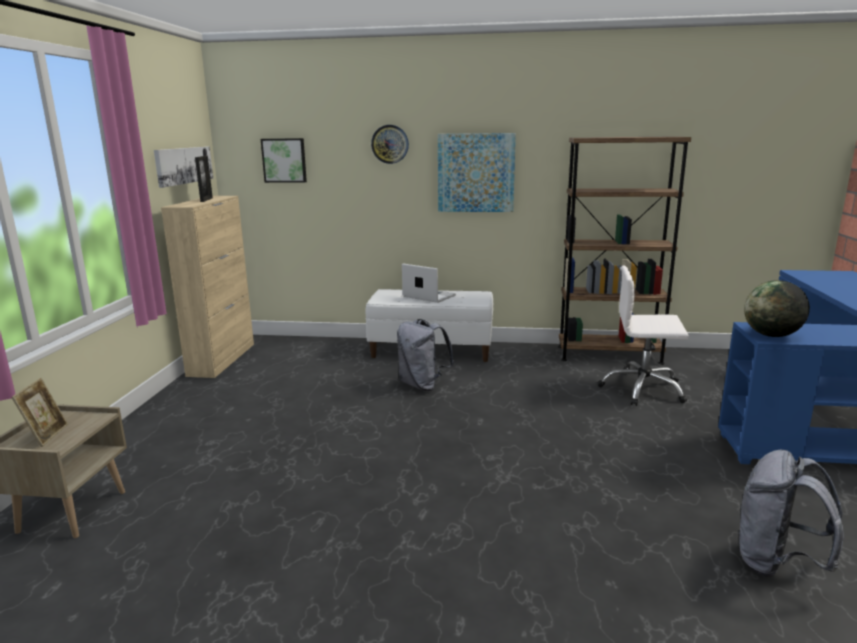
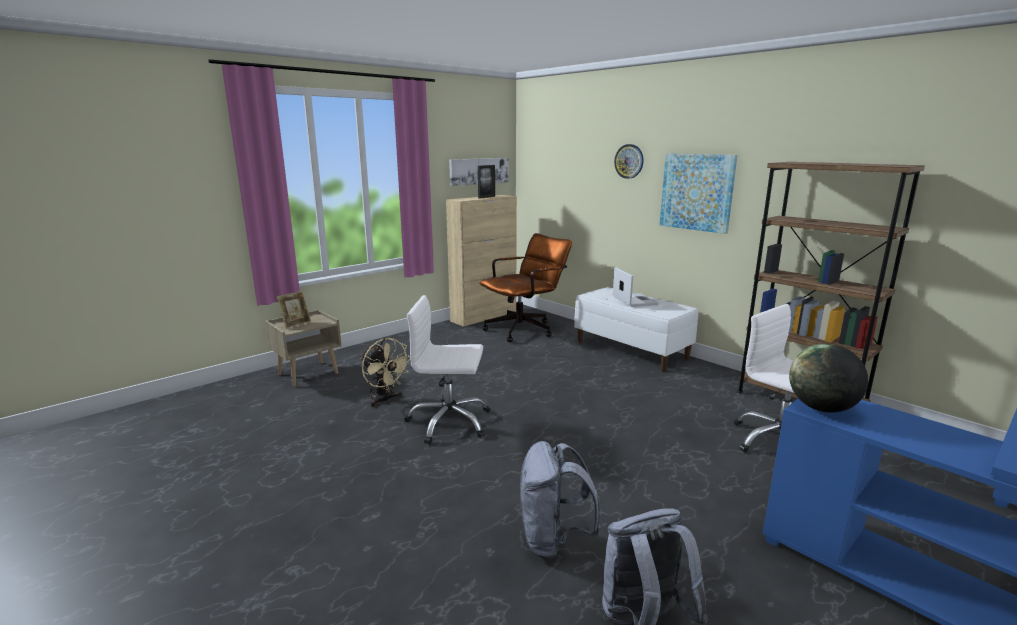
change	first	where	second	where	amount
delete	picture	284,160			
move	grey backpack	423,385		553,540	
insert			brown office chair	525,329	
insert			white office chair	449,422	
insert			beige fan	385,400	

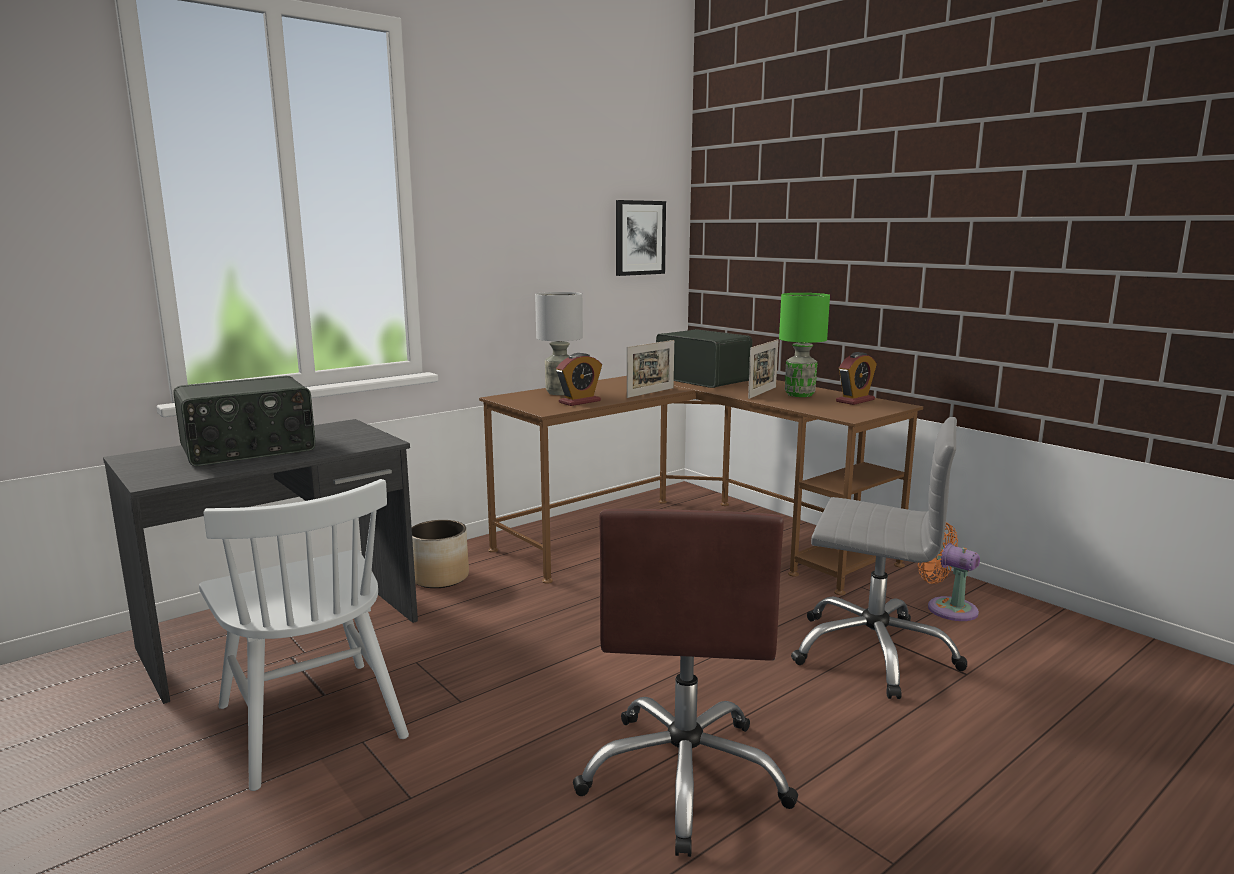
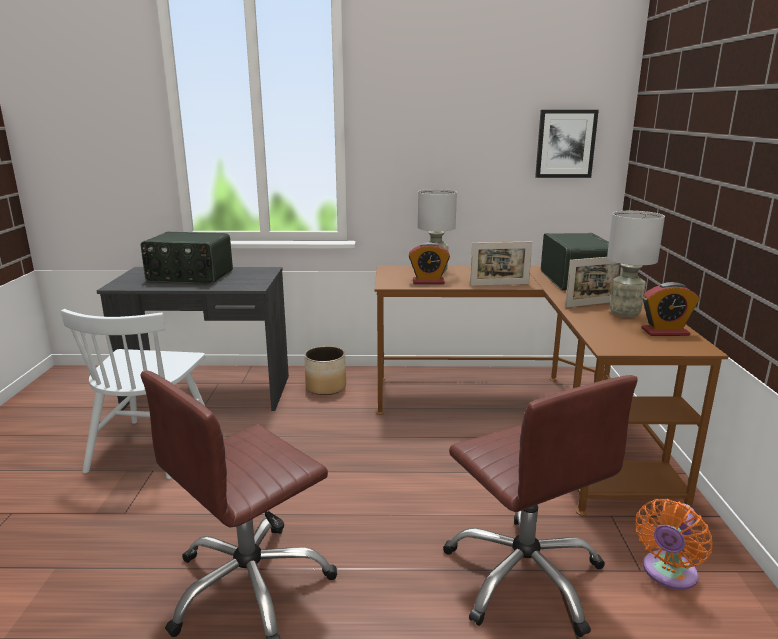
change	first	where	second	where	amount
recolor	green table lamp	799,394	grey table lamp	624,313	
recolor	grey office chair	873,652	brown office chair	524,575	
rotate	orange fan	947,608		667,574	135 degrees counterclockwise

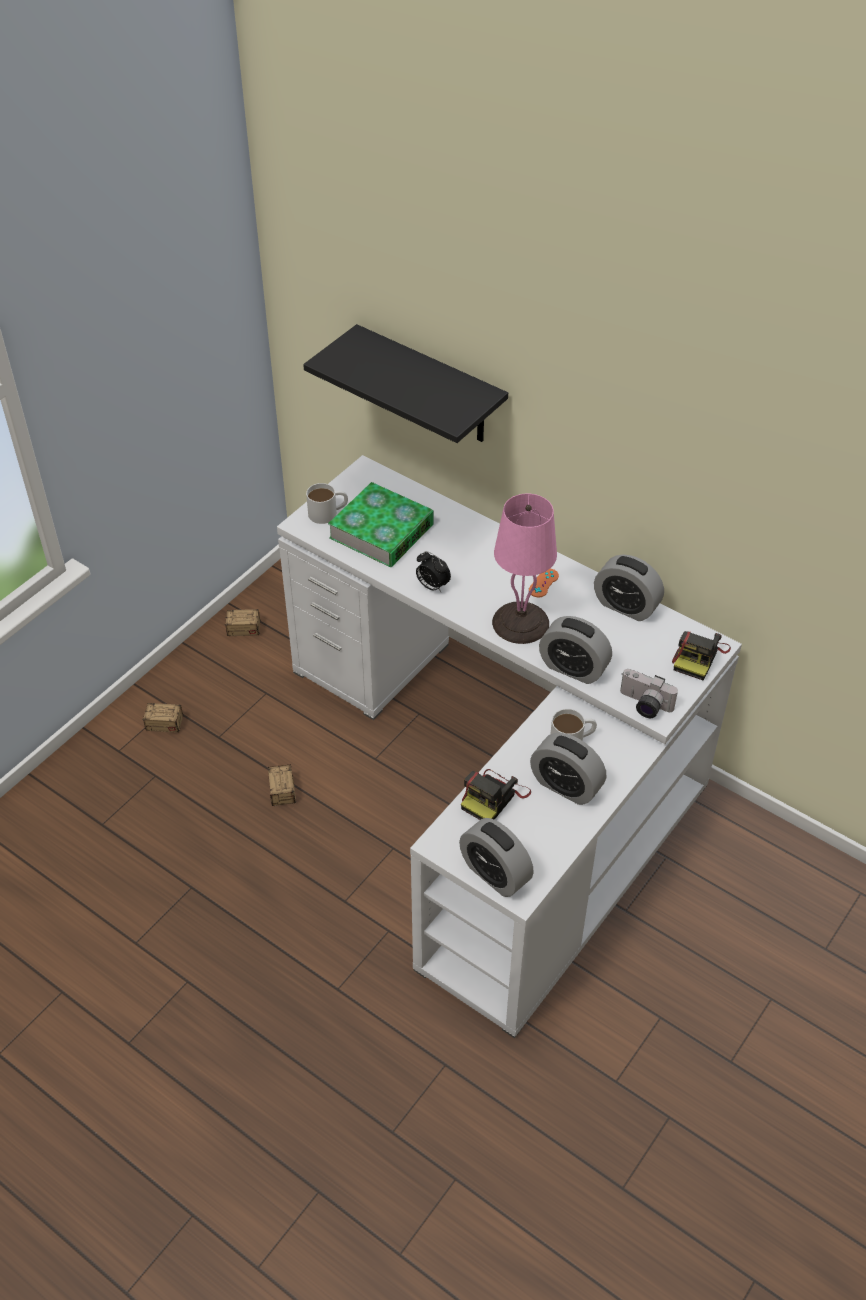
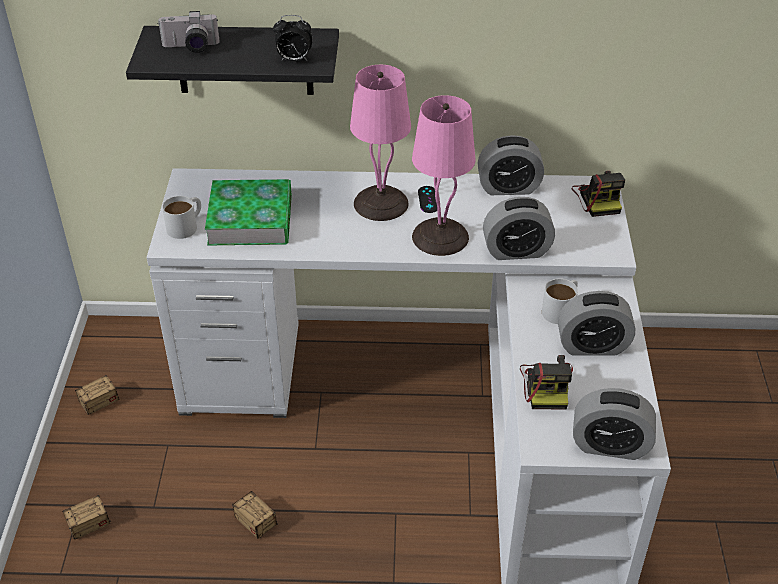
change	first	where	second	where	amount
move	alarm clock	432,586		294,60	
recolor	orange game controller	543,583	black game controller	428,199	
move	photo camera	643,705		190,47	
insert			pink table lamp	379,203	

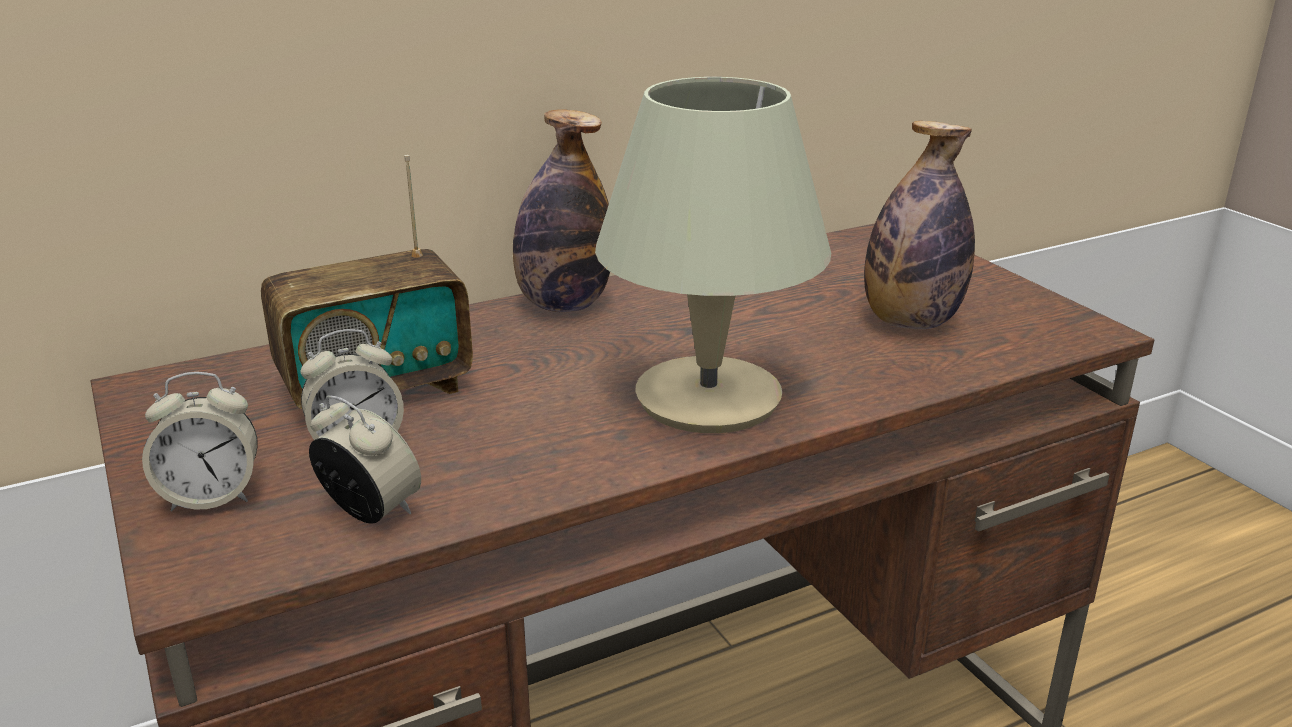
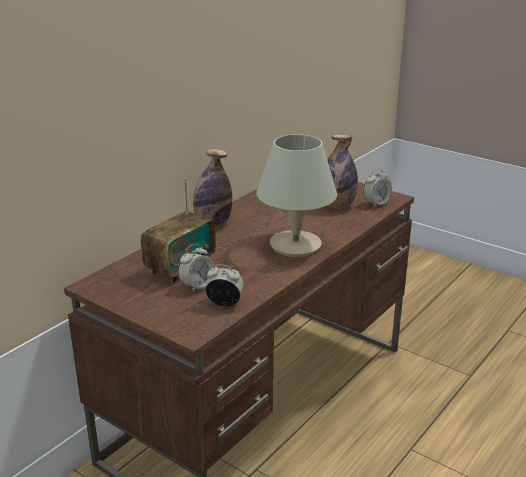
change	first	where	second	where	amount
move	alarm clock	211,496		376,203	

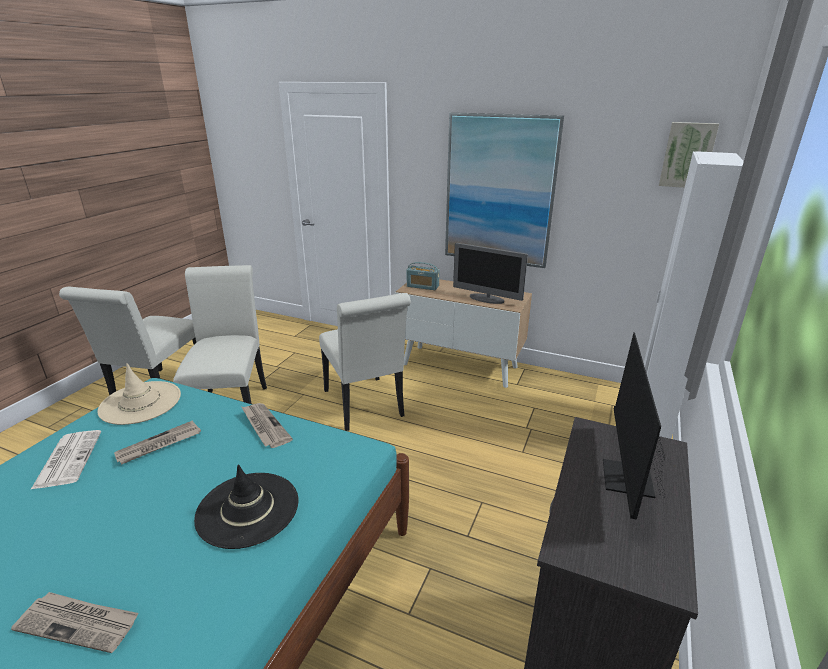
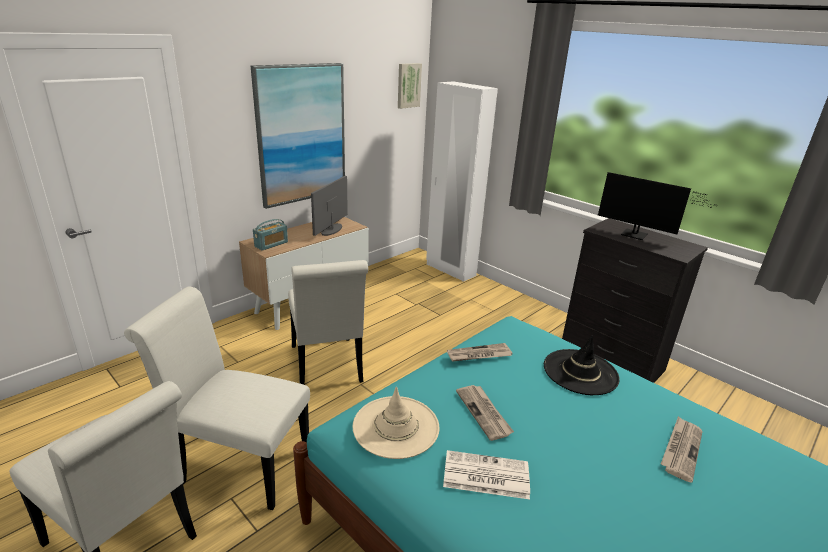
change	first	where	second	where	amount
rotate	monitor	486,299		331,230	150 degrees clockwise
rotate	white chair	365,406		327,367	75 degrees clockwise

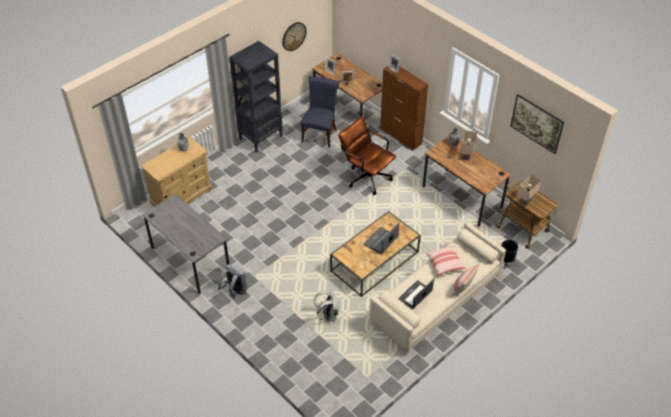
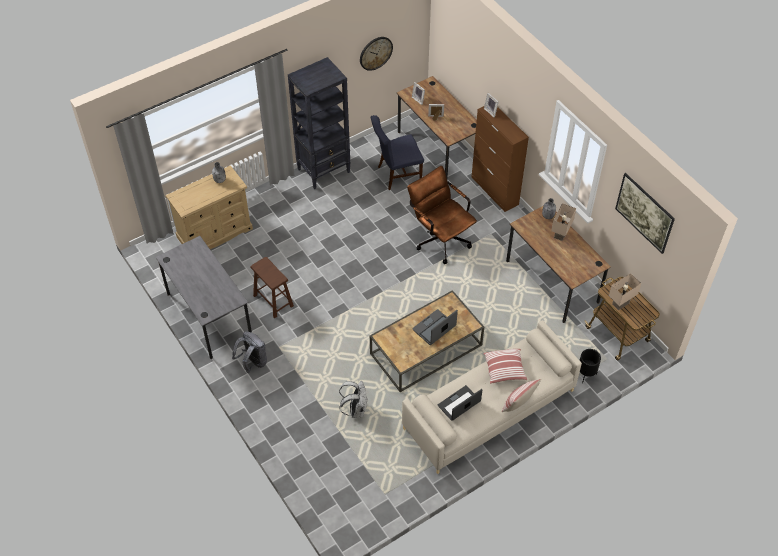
change	first	where	second	where	amount
rotate	blue chair	320,133		396,175	135 degrees counterclockwise
insert			brown stool	273,300	

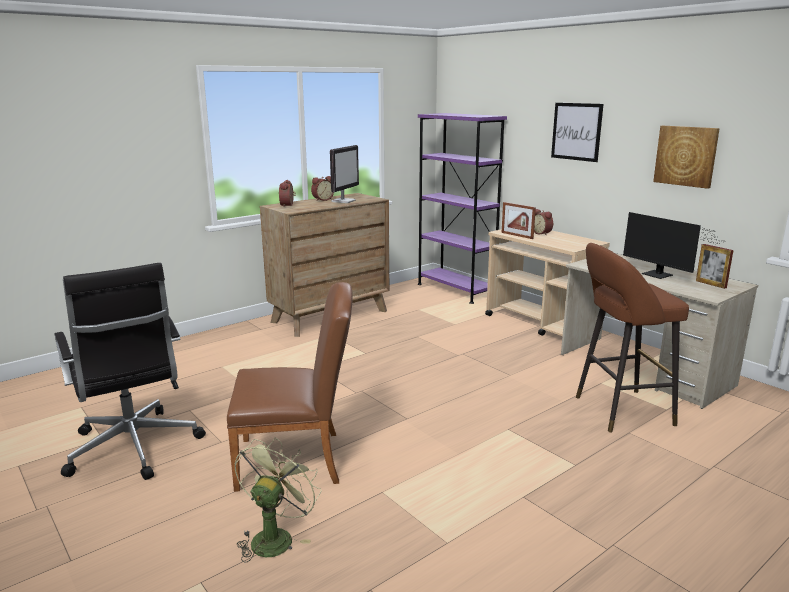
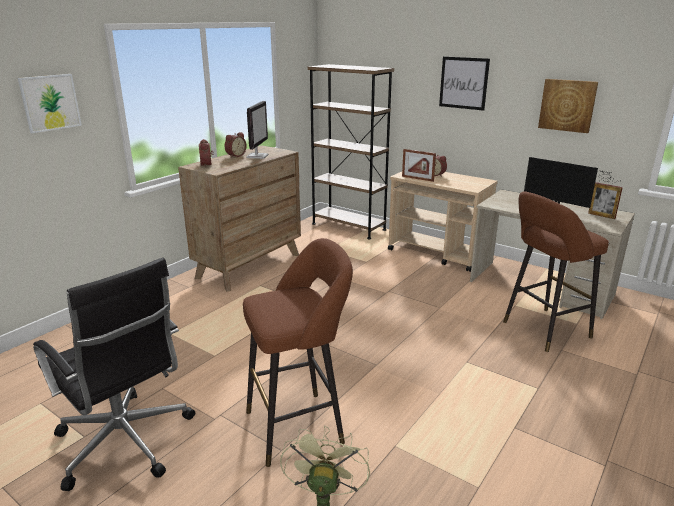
change	first	where	second	where	amount
recolor	purple bookcase	455,290	brown bookcase	348,227	
replace	brown chair	298,459	brown stool	300,425	
insert			picture	50,102	

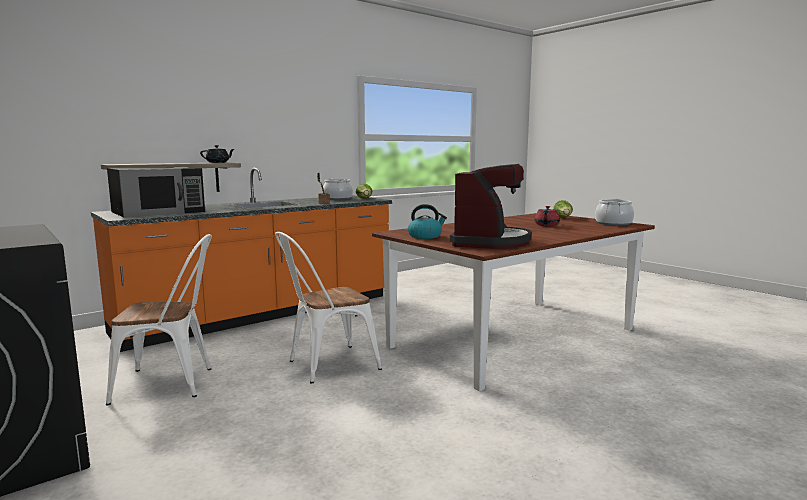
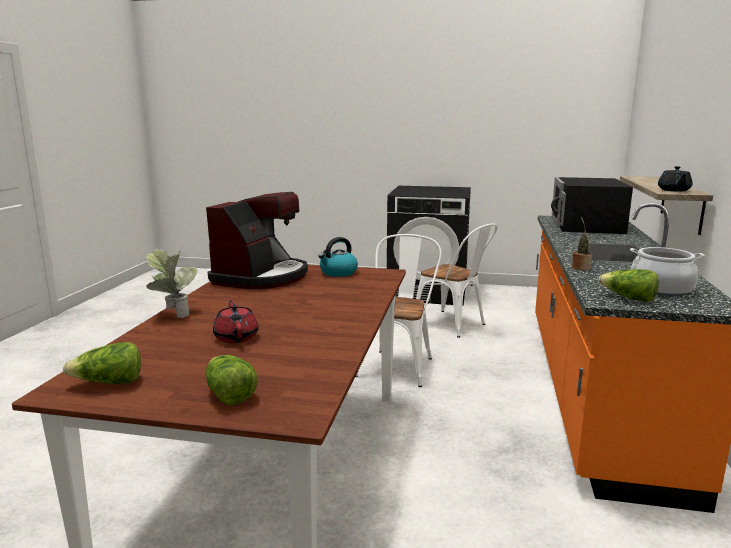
change	first	where	second	where	amount
rotate	coffee machine	490,242		261,277	135 degrees counterclockwise
replace	cooking pot	613,223	lettuce	109,383	
rotate	white chair	172,383		453,325	90 degrees counterclockwise
insert			potted plant	173,314	

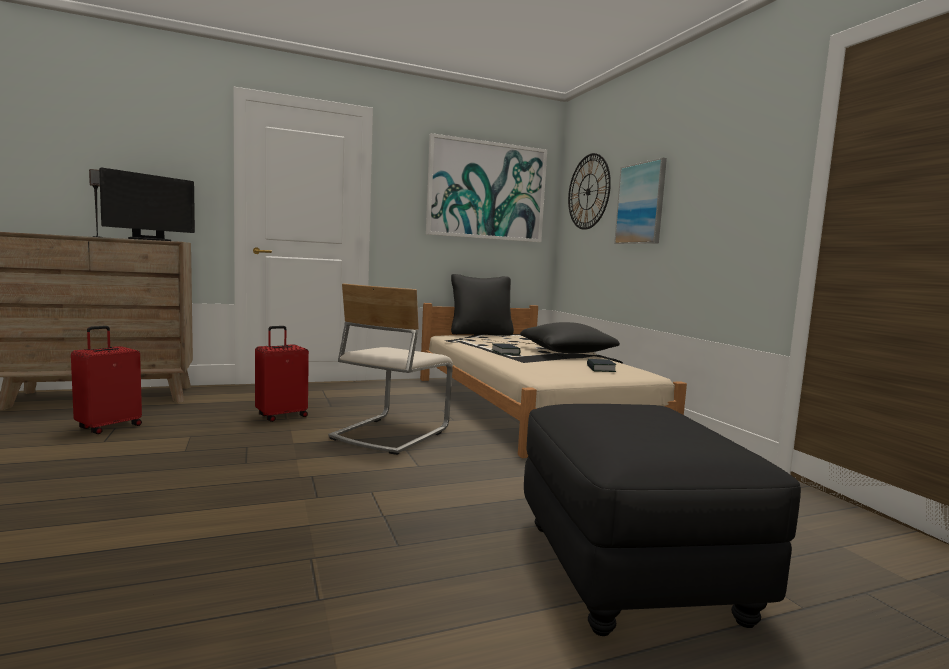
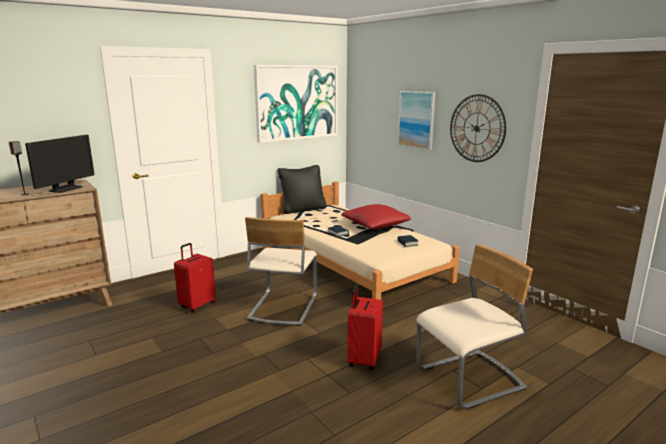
change	first	where	second	where	amount
move	wall clock	588,192		476,128	
recolor	black pillow	566,352	red pillow	375,225	
move	red suitcase	109,427		363,360	
replace	black ottoman	631,570	beige chair	470,380	

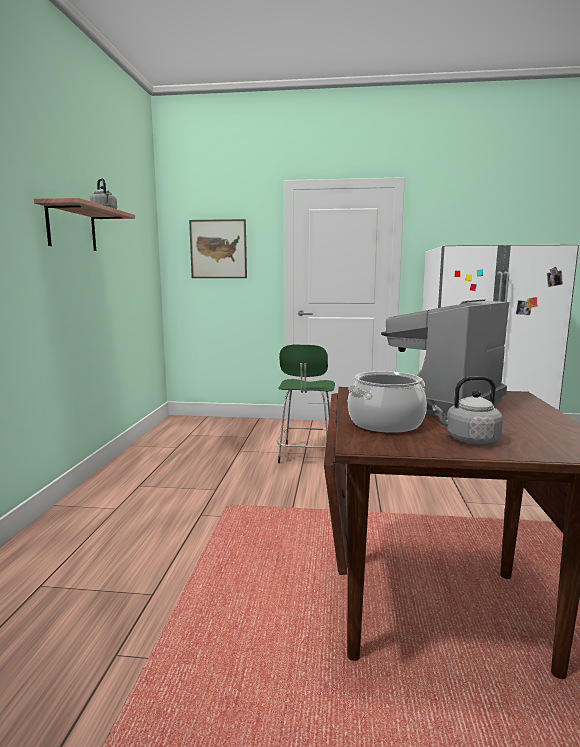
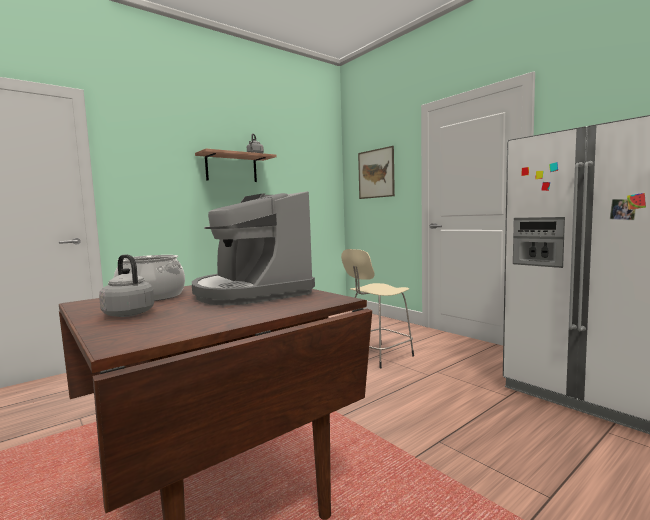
change	first	where	second	where	amount
rotate	coffee machine	437,401		250,292	120 degrees counterclockwise
recolor	green stool	306,456	beige stool	378,356	

